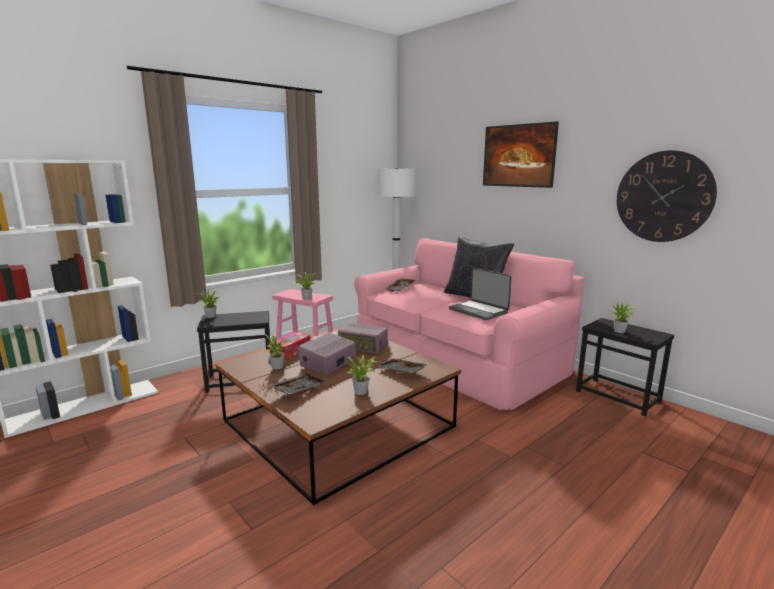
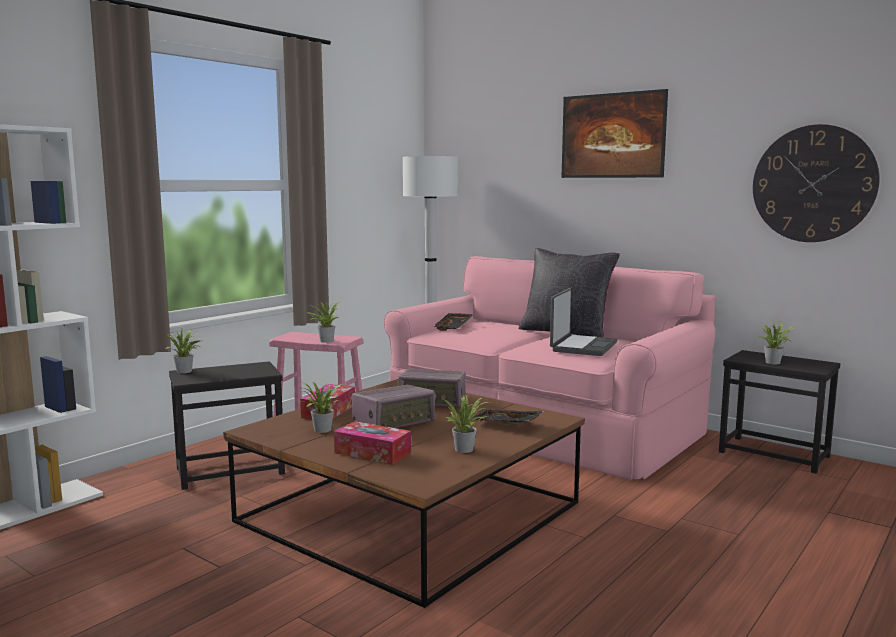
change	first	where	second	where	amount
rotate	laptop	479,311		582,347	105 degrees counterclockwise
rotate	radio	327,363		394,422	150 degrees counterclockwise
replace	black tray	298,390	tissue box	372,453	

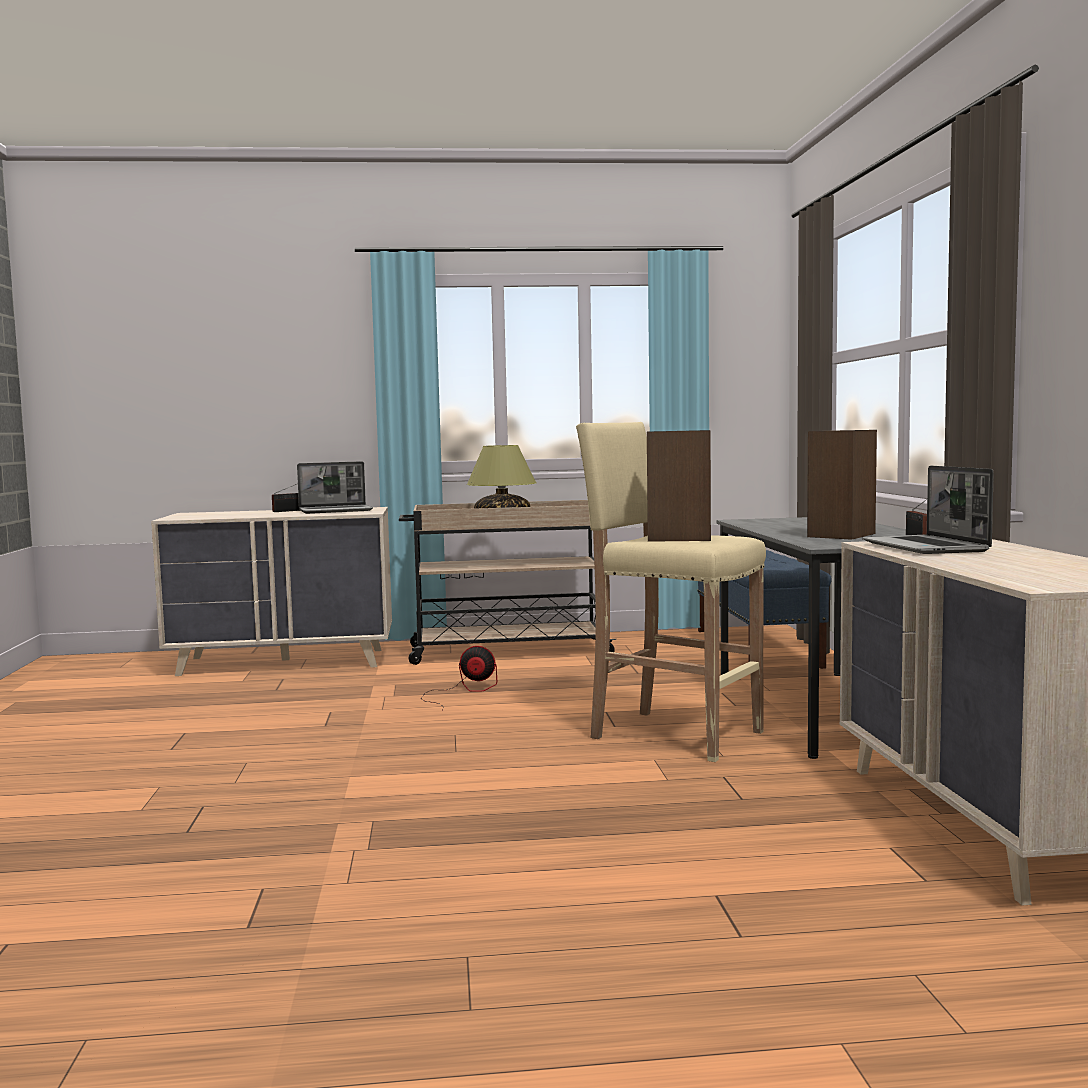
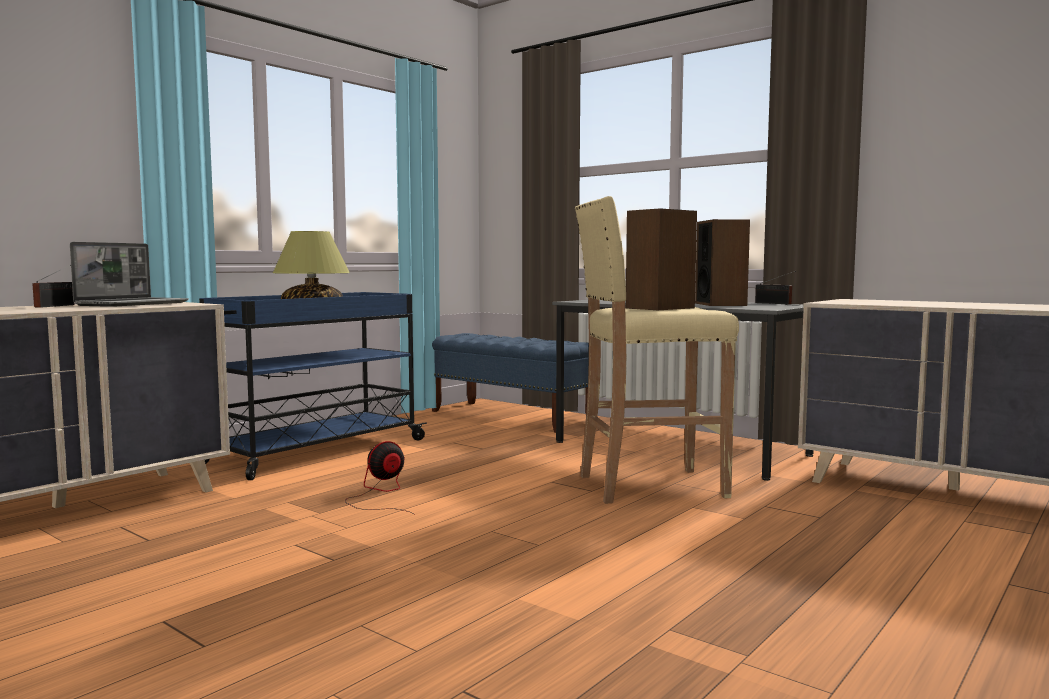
change	first	where	second	where	amount
delete	laptop	926,547			
recolor	beige cart	507,651	blue cart	314,452	

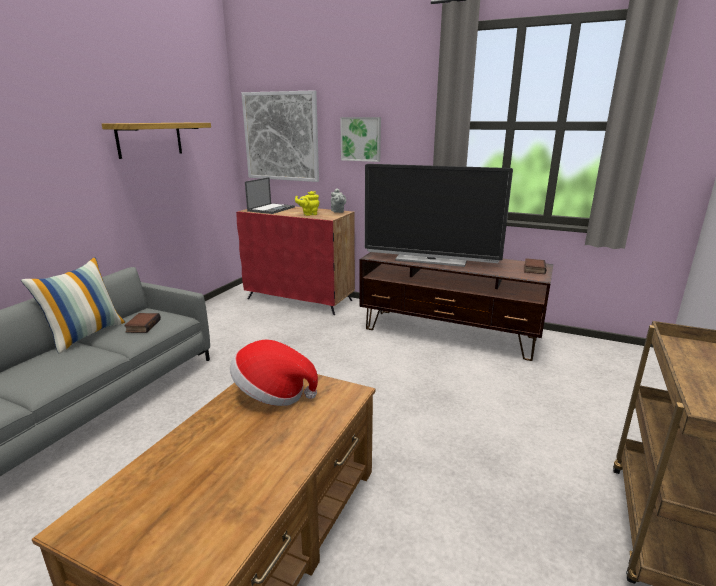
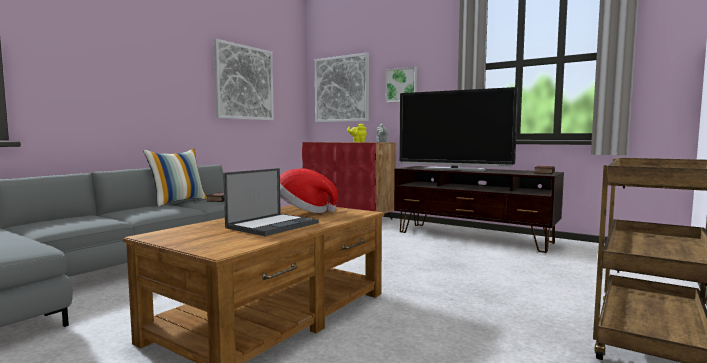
change	first	where	second	where	amount
replace	shelf	149,139	picture	244,83	
move	laptop	271,209		273,225	

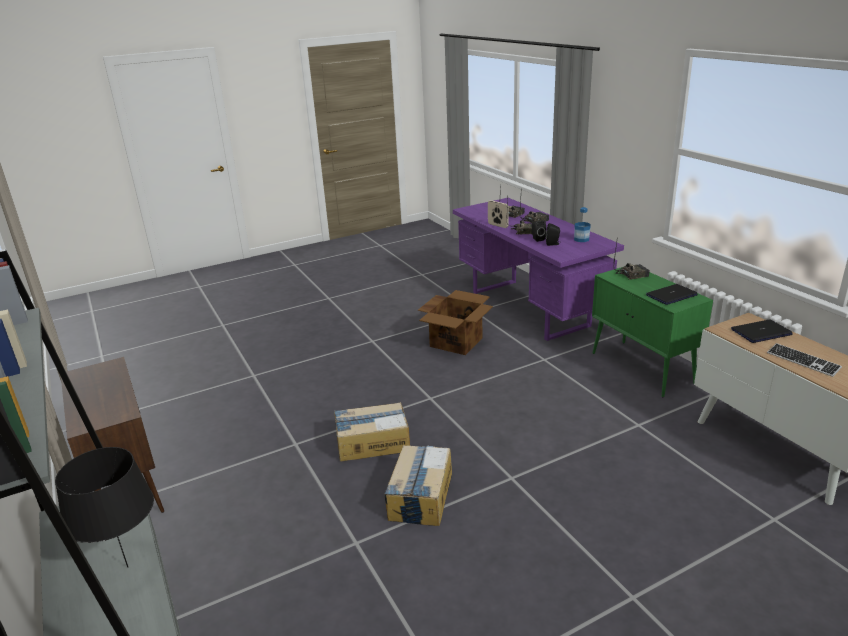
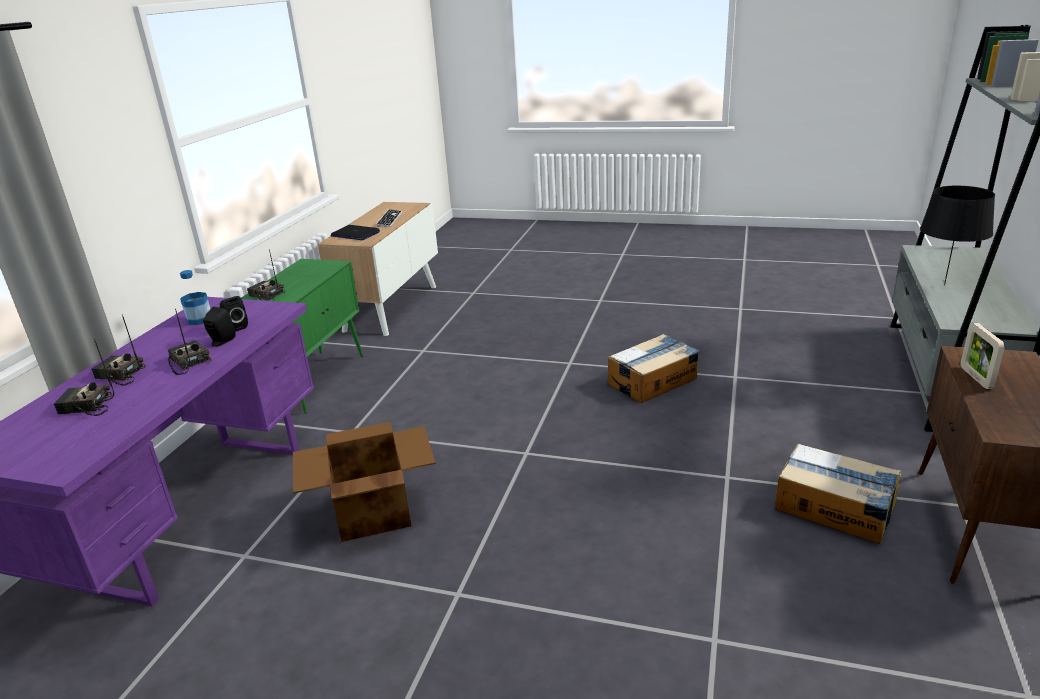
change	first	where	second	where	amount
move	picture frame	498,225		976,378	
delete	laptop	671,295			
move	cardboard box	372,442		835,508	

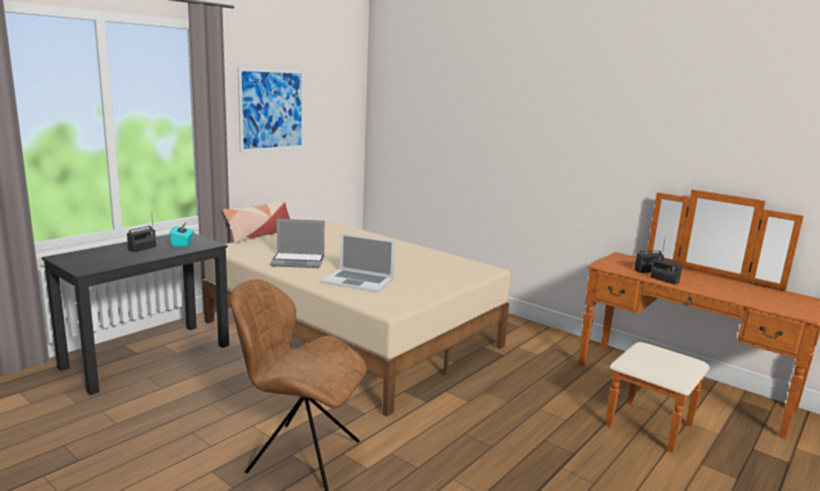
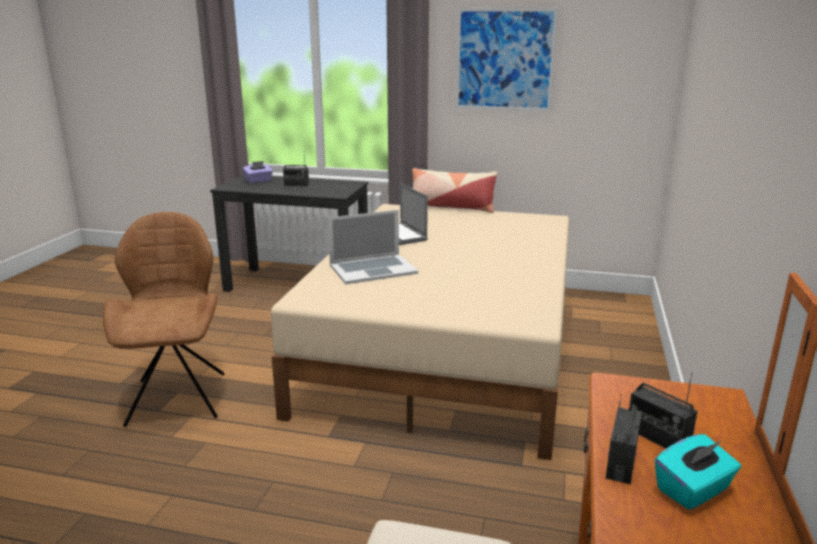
change	first	where	second	where	amount
move	turquoise tissue box	182,244		693,490	
rotate	laptop	358,281		373,269	105 degrees counterclockwise
insert			purple tissue box	258,181	

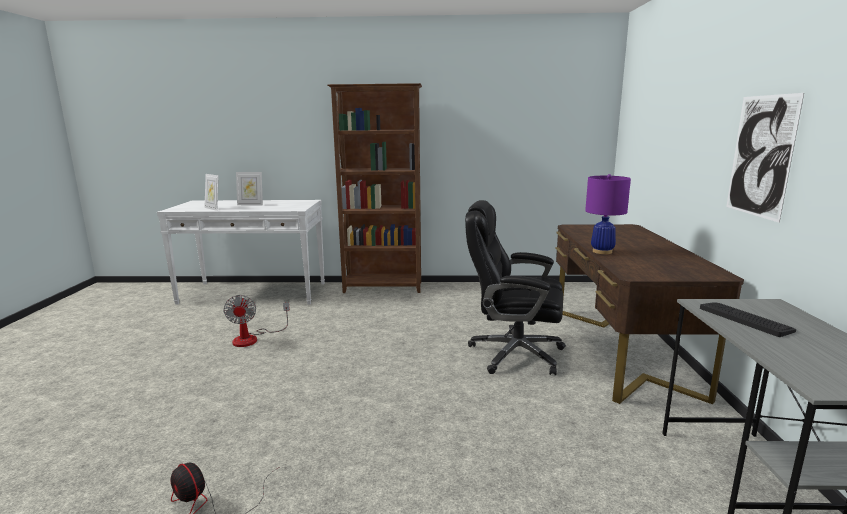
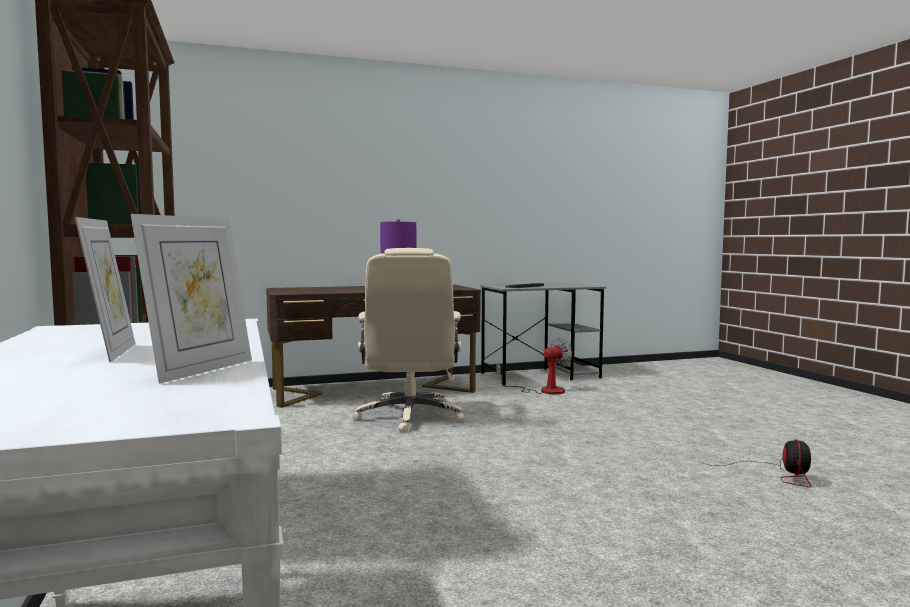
change	first	where	second	where	amount
delete	picture	760,156			
recolor	black office chair	513,354	beige office chair	410,417	
move	fan	253,338		543,390	

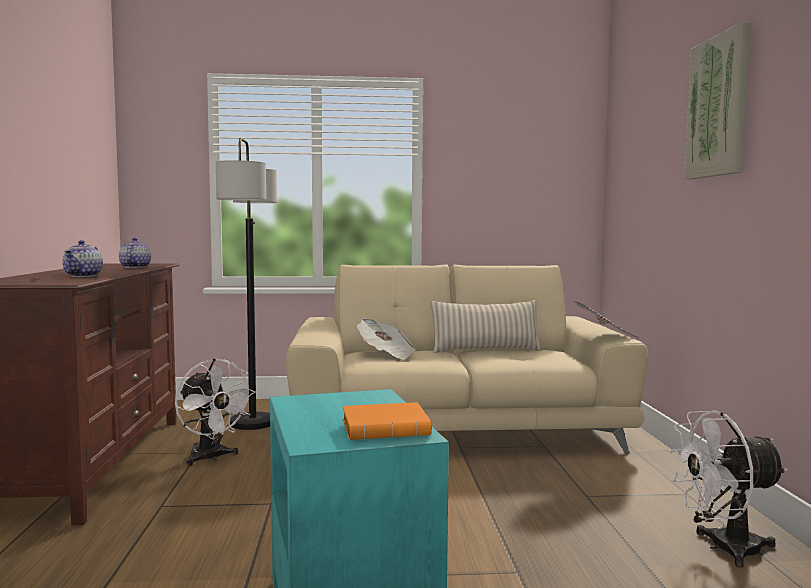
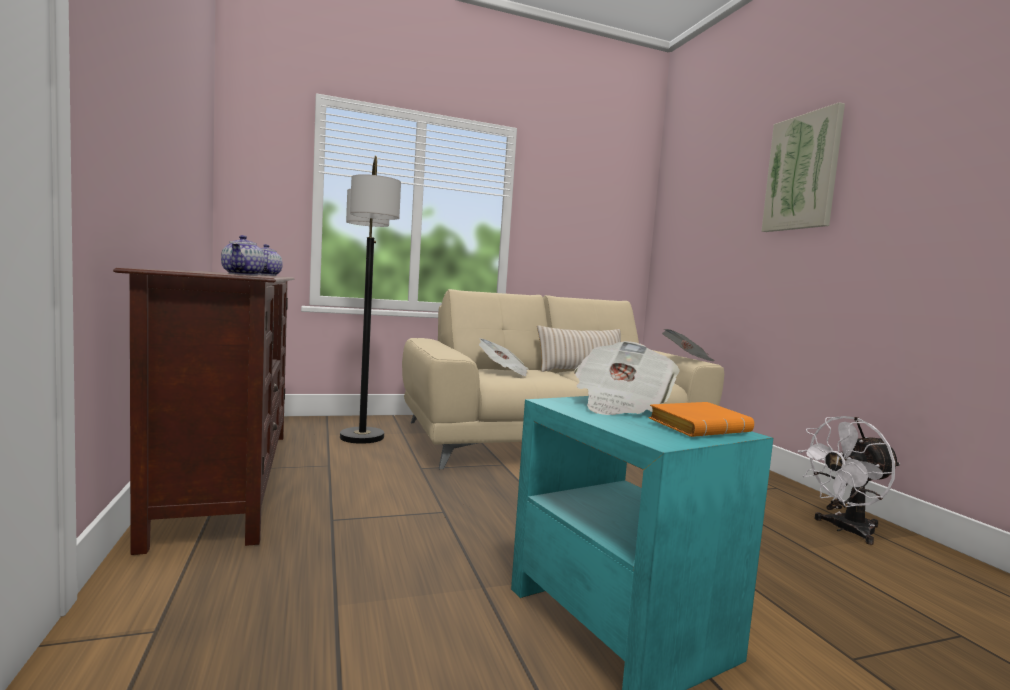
change	first	where	second	where	amount
delete	white fan	211,458			
insert			newspaper	620,406	

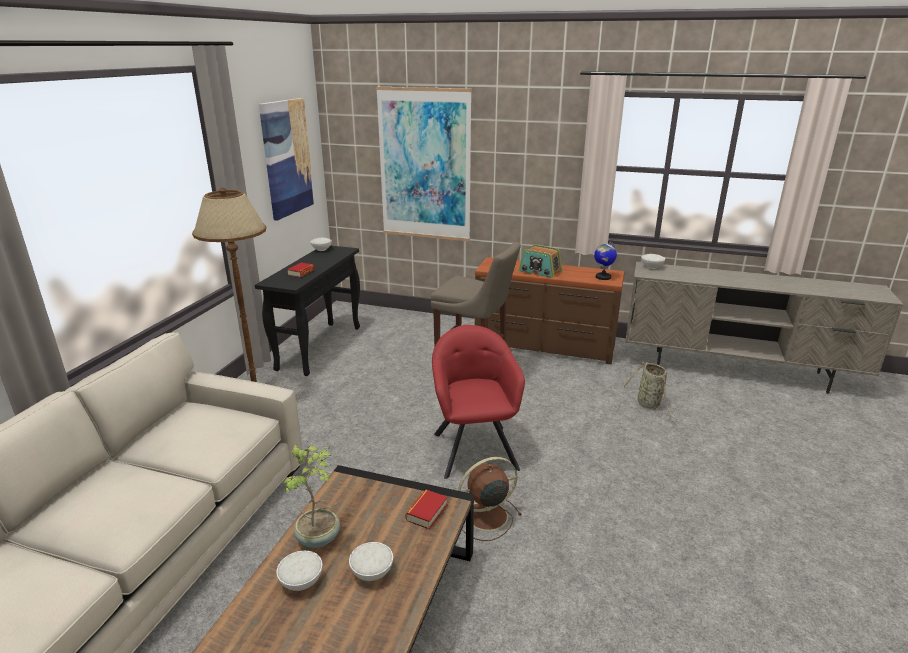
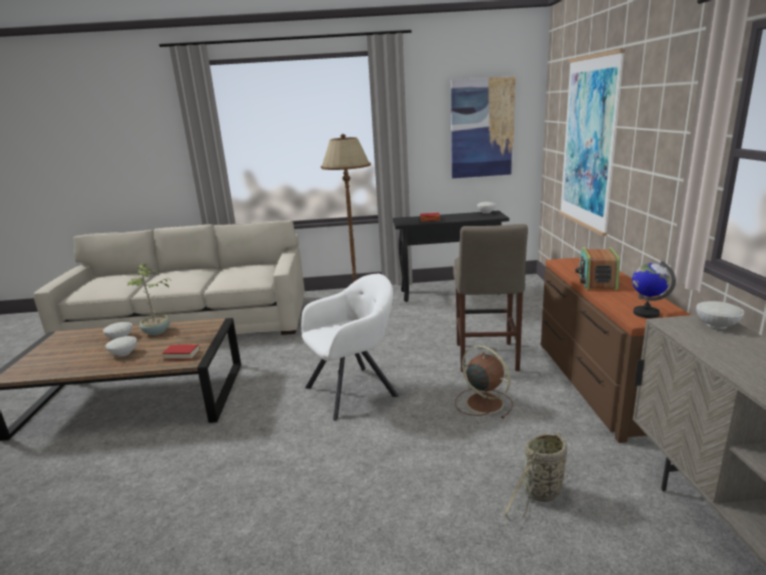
change	first	where	second	where	amount
recolor	red armchair	474,448	white armchair	354,390	
move	brown fan	485,517		483,402	

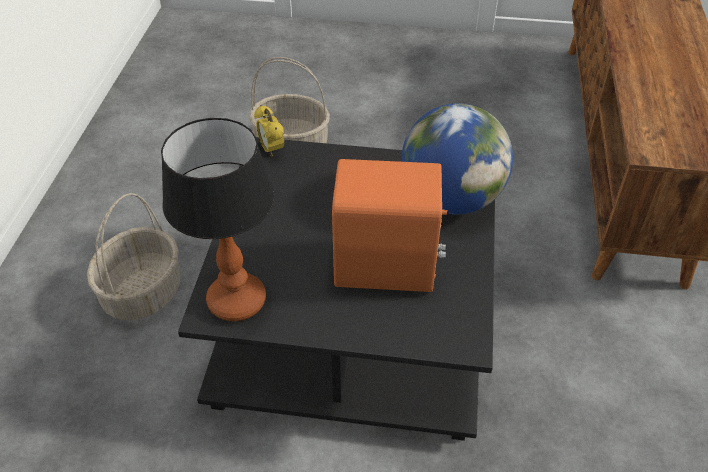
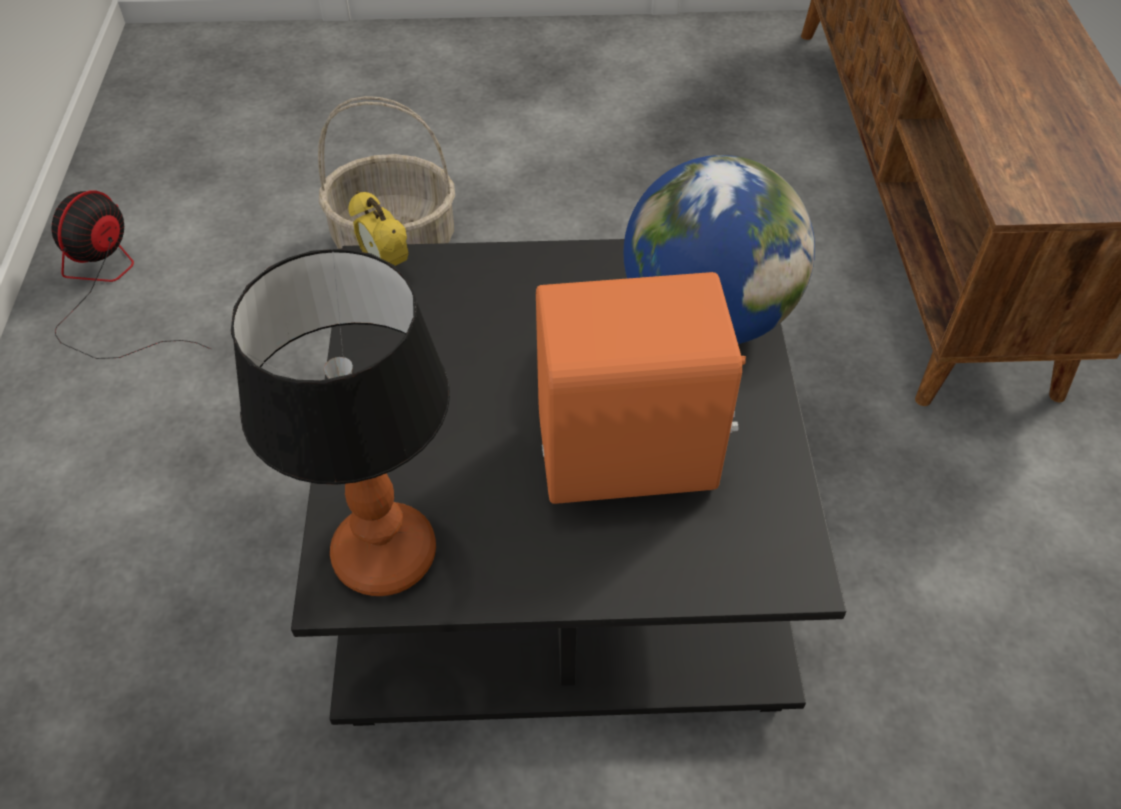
change	first	where	second	where	amount
delete	basket	143,293			
insert			fan	109,290	

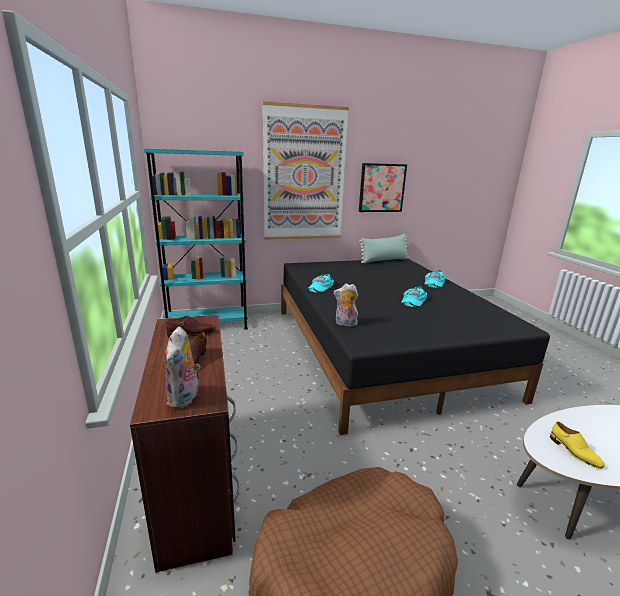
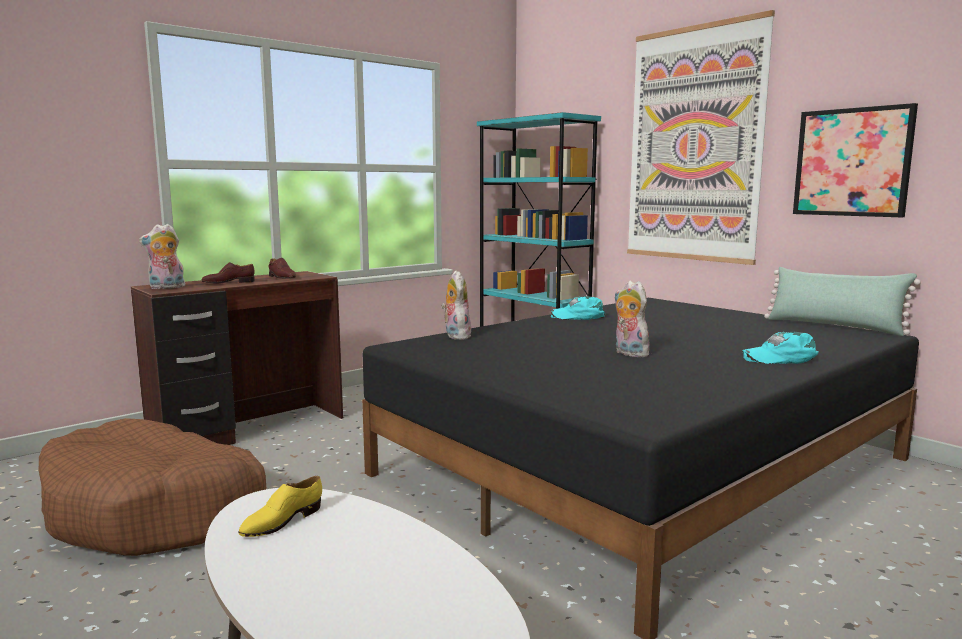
change	first	where	second	where	amount
replace	turquoise cap	413,300	plush toy	628,353	

